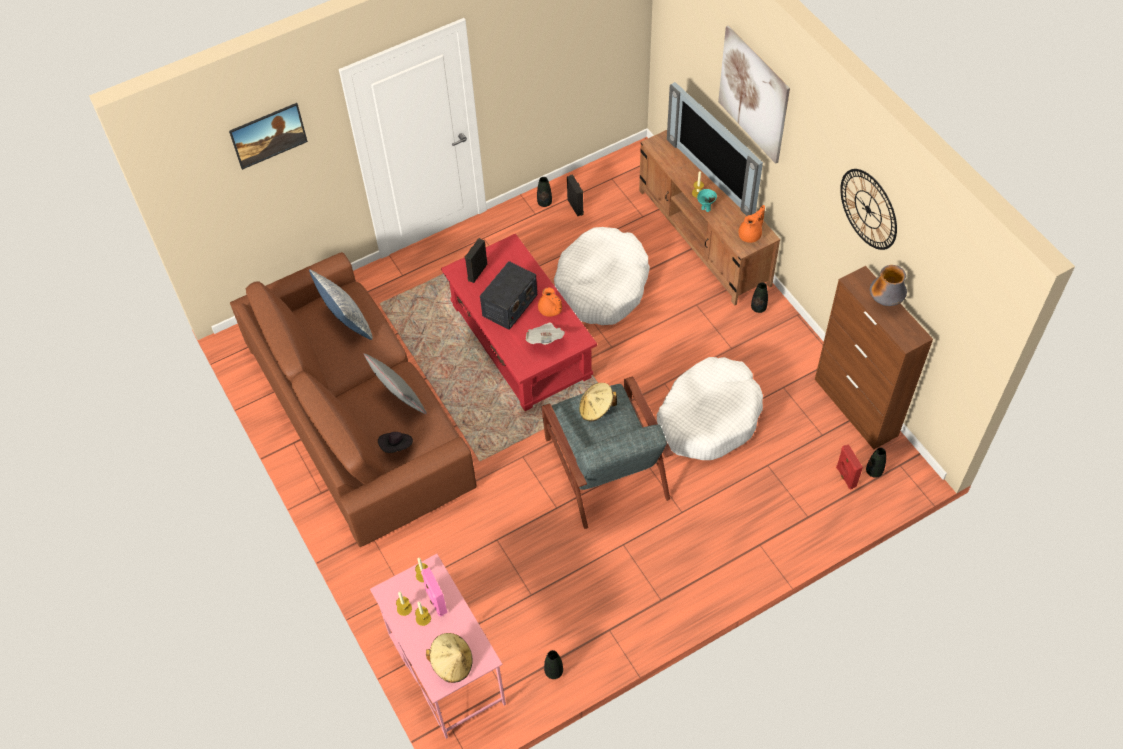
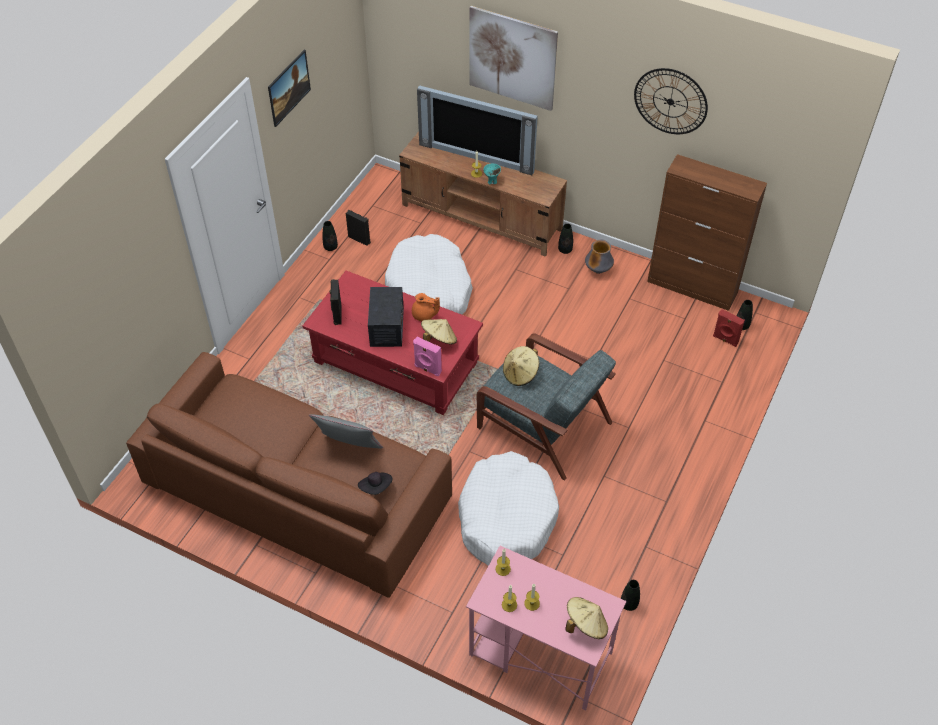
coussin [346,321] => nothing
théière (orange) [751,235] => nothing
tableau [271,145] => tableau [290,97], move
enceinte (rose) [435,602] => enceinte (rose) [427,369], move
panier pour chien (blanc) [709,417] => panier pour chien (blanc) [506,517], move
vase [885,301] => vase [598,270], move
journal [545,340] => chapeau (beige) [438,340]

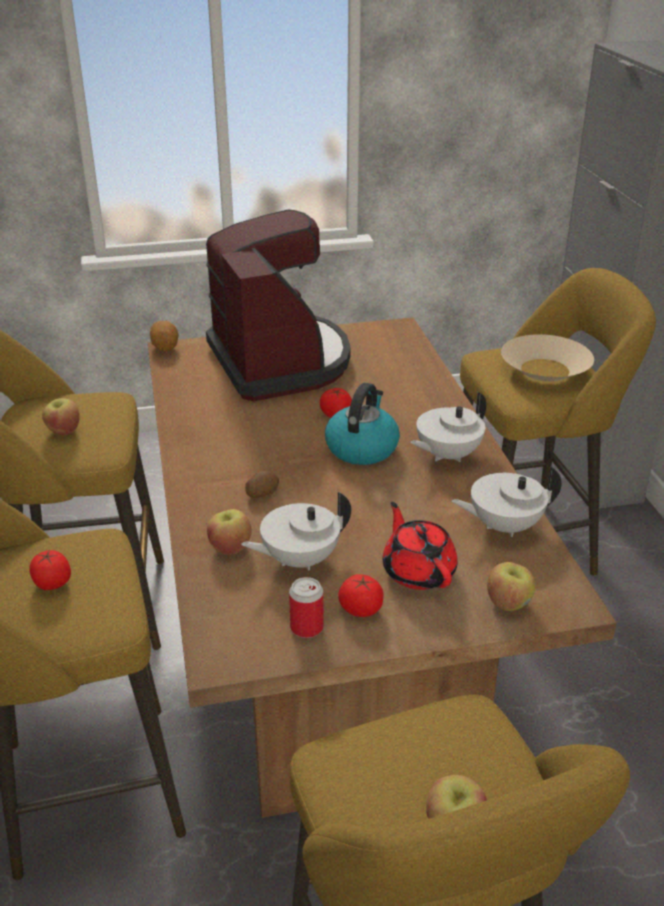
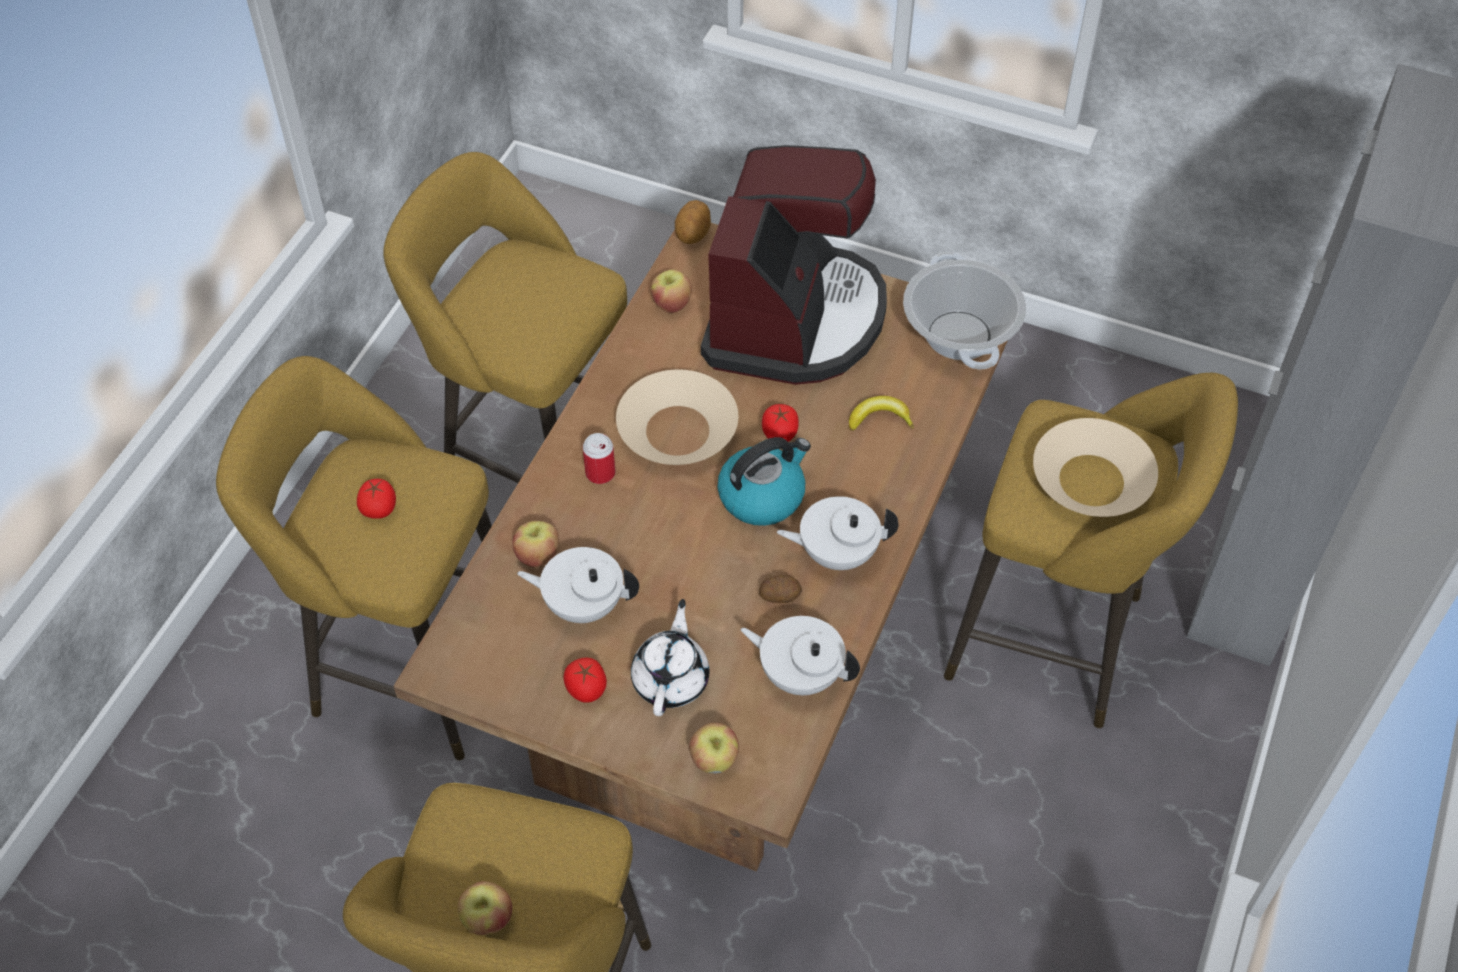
nothing => bol (beige) [677,430]
nothing => banane [879,419]
nothing => marmite [960,335]
pomme [63,431] => pomme [671,304], move
pomme de terre [262,493] => pomme de terre [780,595], move
boîte métallique [306,627] => boîte métallique [600,473], move
théière (rouge) [418,571] => théière (blanc) [671,678]

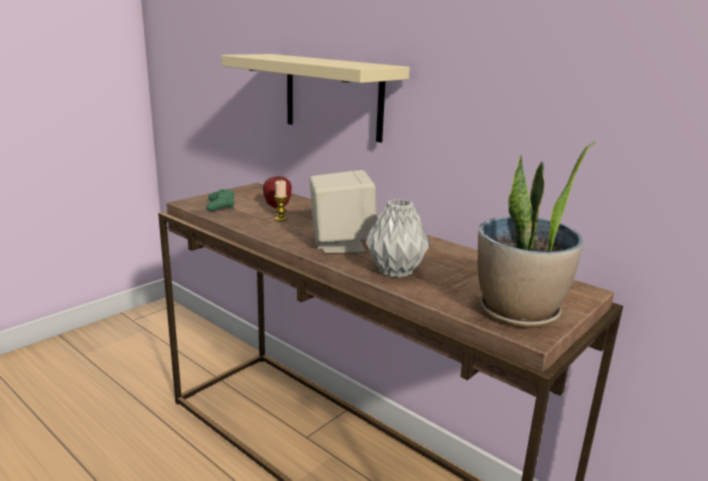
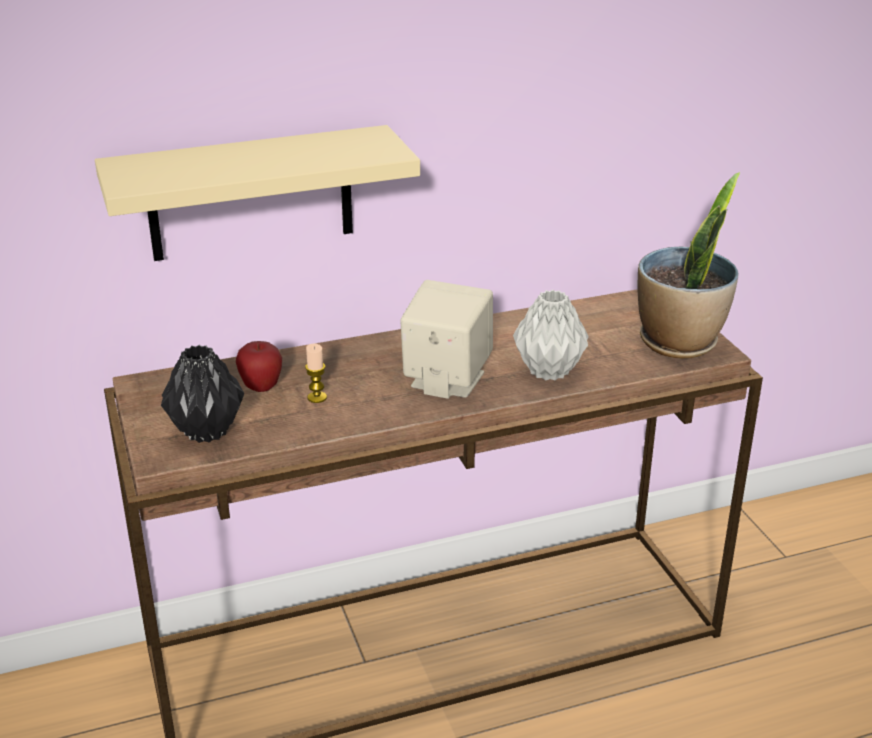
manette (vert) [221,205] => vase (noir) [208,432]

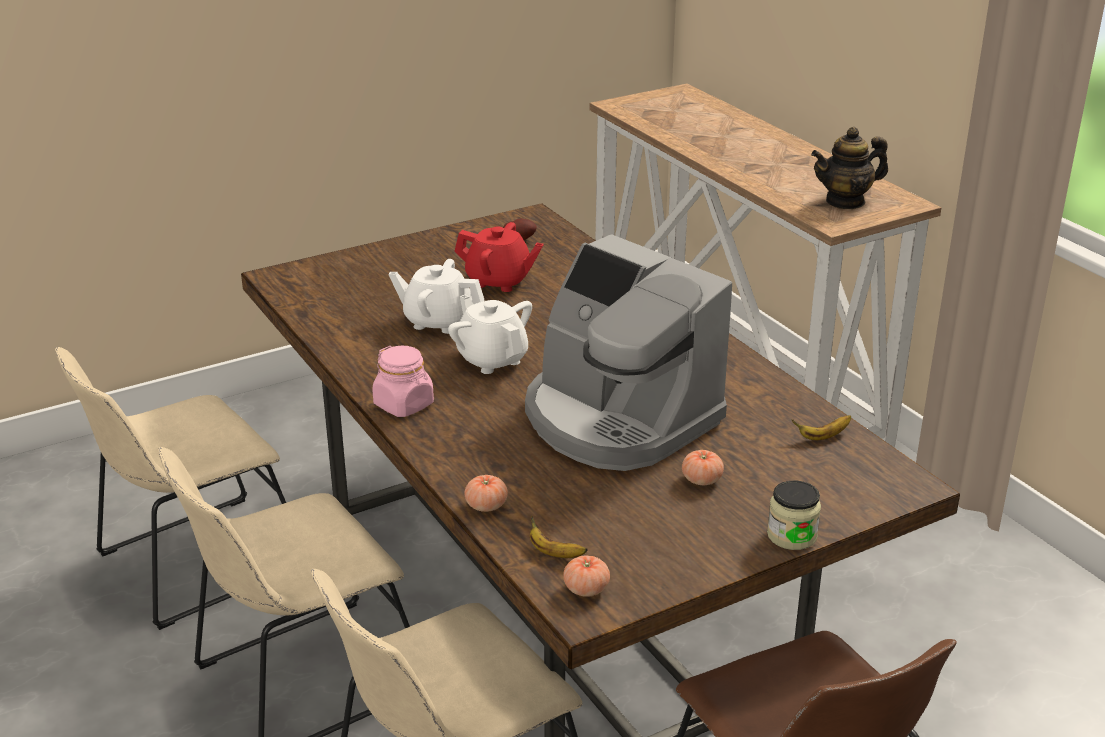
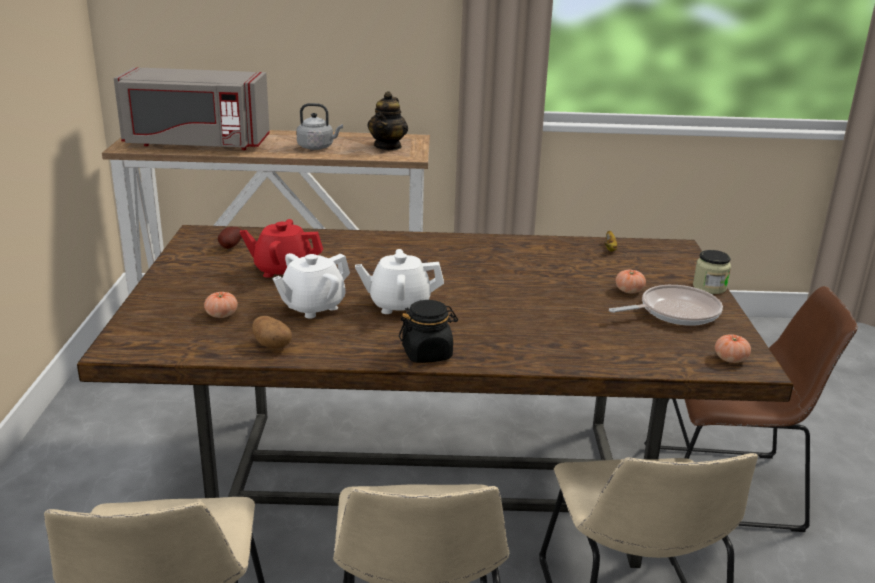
machine à café [618,419] => nothing
banane [554,553] => nothing
nothing => micro-ondes (gris) [195,144]
nothing => pomme de terre [273,345]
nothing => bouilloire (gris) [317,147]
nothing => poêle [674,312]
tomate [486,505] => tomate [221,315], move
bocal (rose) [404,405] => bocal (noir) [427,354]
théière (rouge) [499,281] => théière (rouge) [283,270], 135 degrees counterclockwise

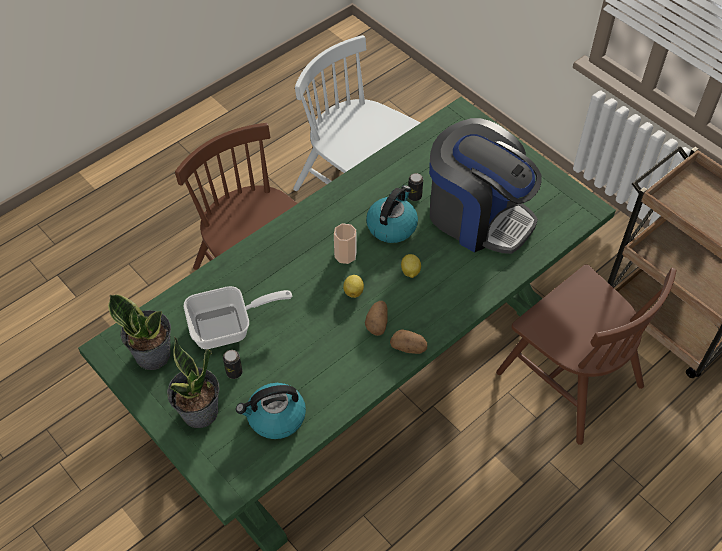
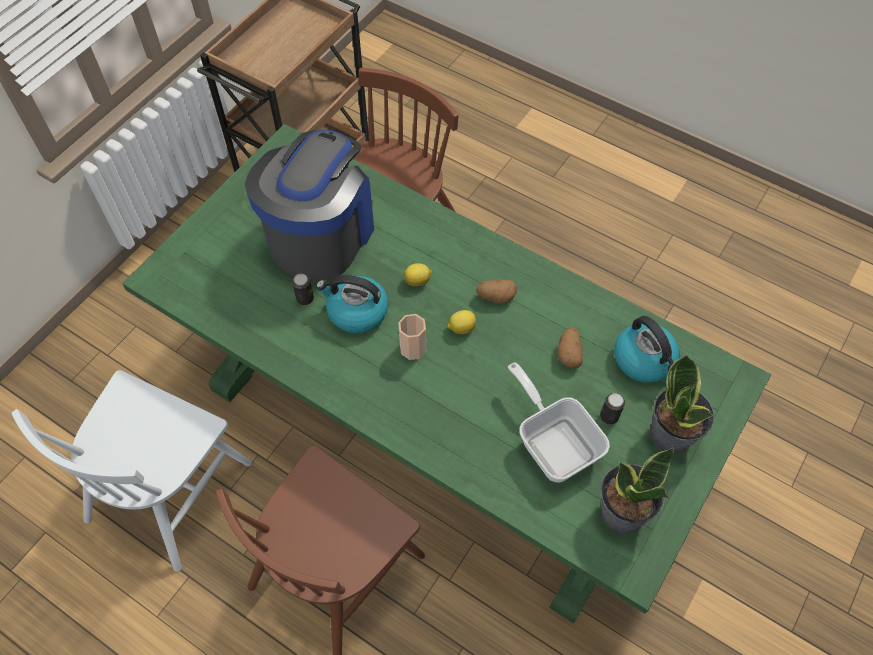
pomme de terre [409,348] => pomme de terre [569,353], move

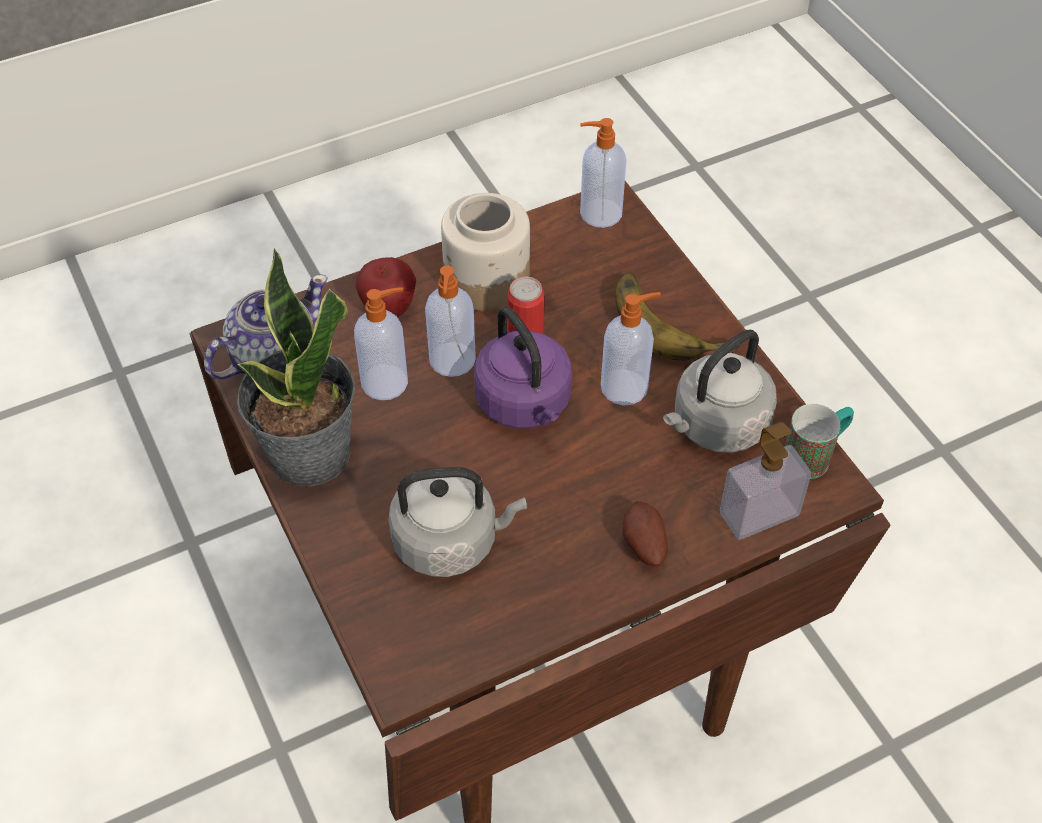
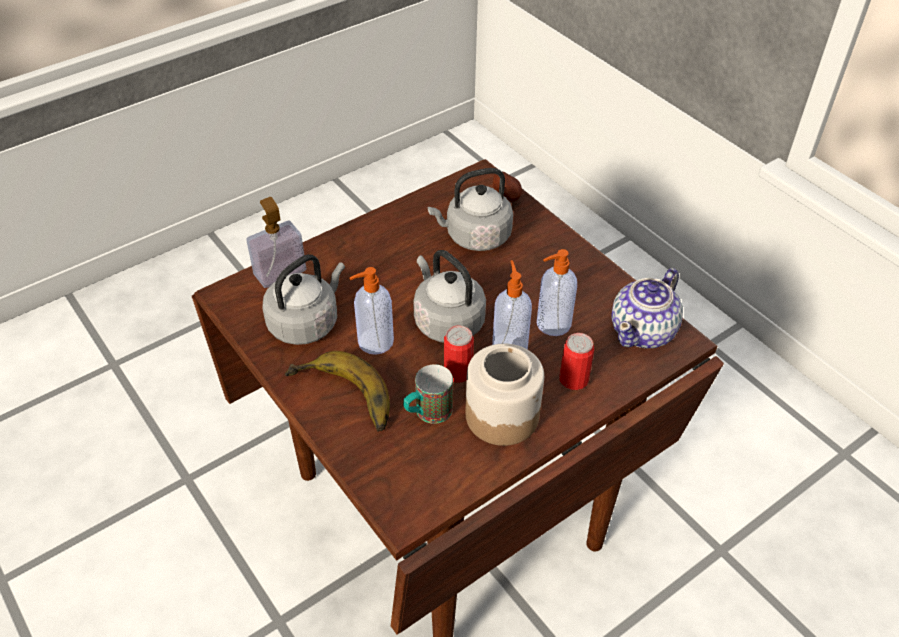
plante en pot [309,455] => nothing
distributeur de savon [599,213] => nothing
pomme de terre [643,545] => pomme de terre [507,196], move
mug [814,455] => mug [427,413], move
pomme [388,310] => boîte métallique [573,379]
bouilloire (violet) [525,404] => bouilloire (gris) [446,321]

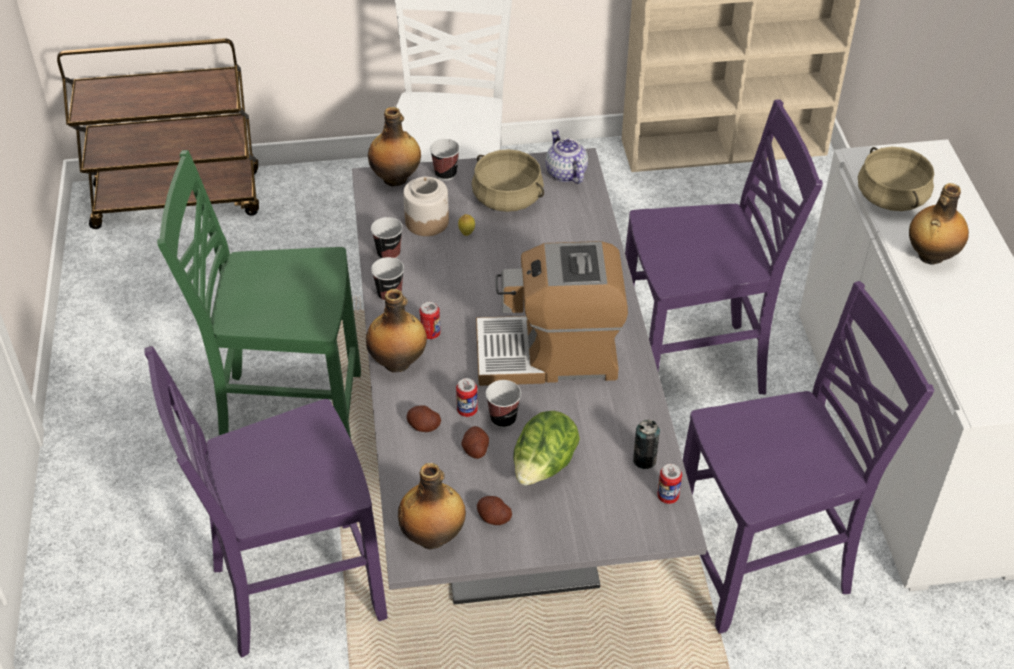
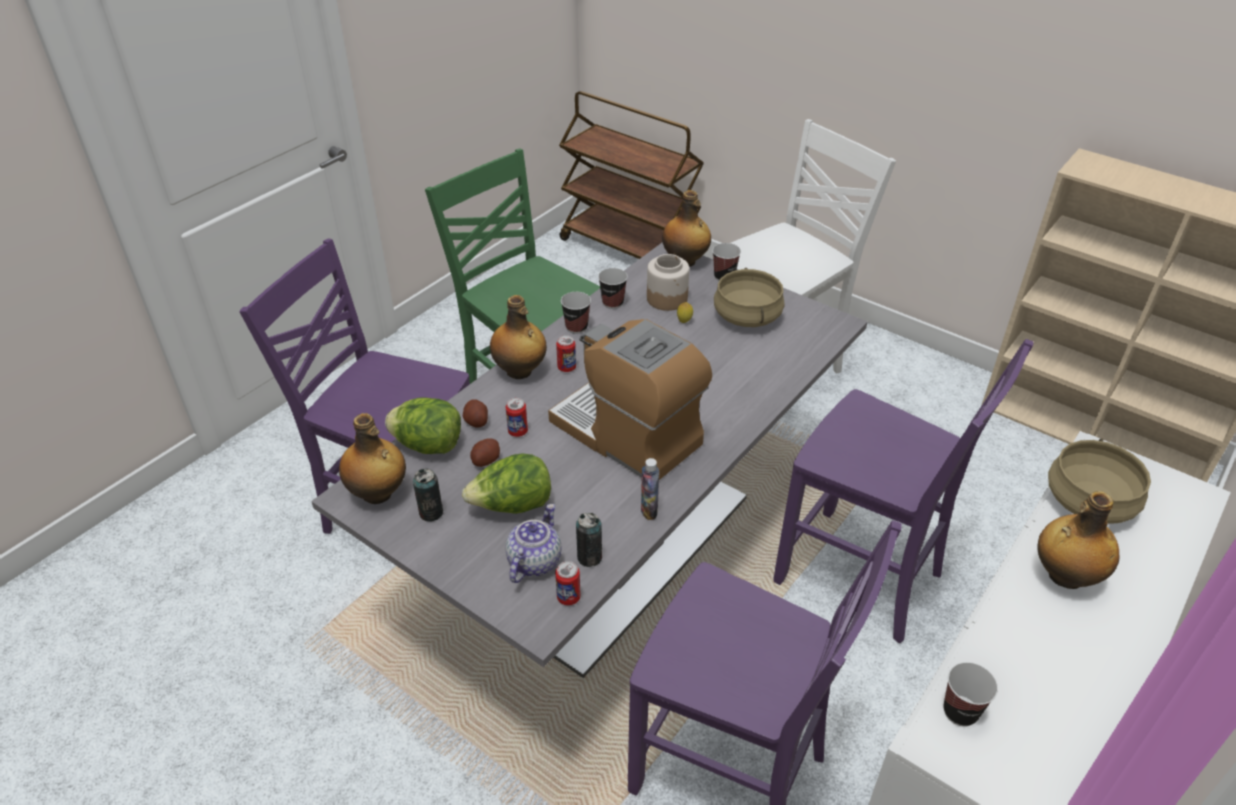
nothing => laitue [428,445]
nothing => bouteille [649,510]
tasse [503,418] => tasse [960,712], move
théière [565,173] => théière [534,561], move
pomme de terre [494,517] => boîte métallique [431,513]

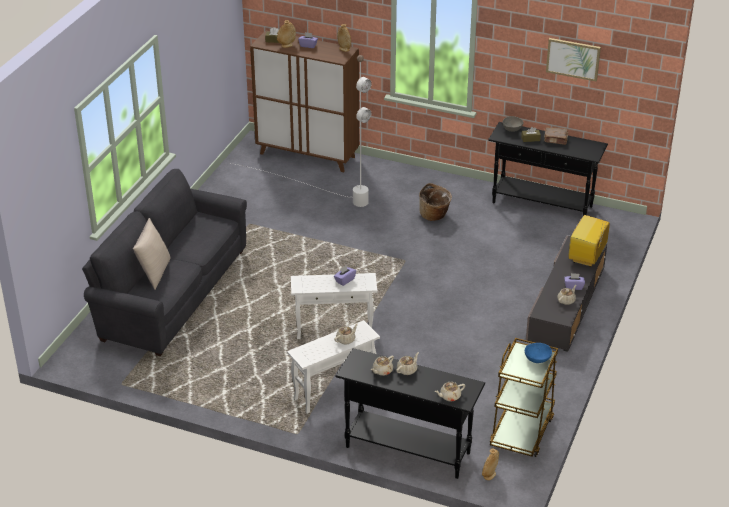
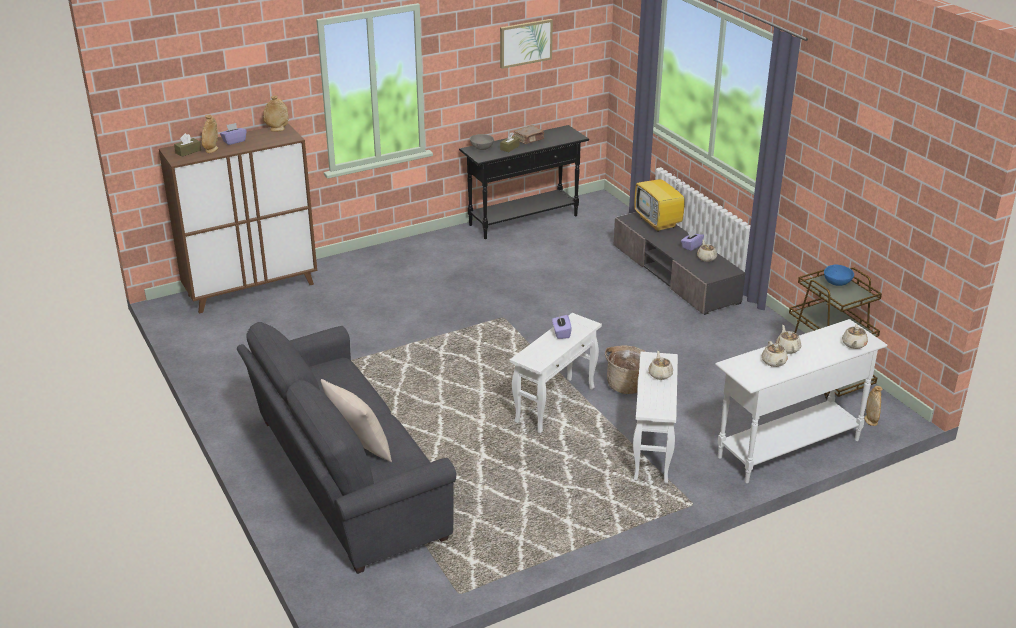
lampadaire (blanc) [323,190] => nothing
panier [434,215] => panier [628,385], move
table console (noir) [407,449] => table console (blanc) [787,448]

